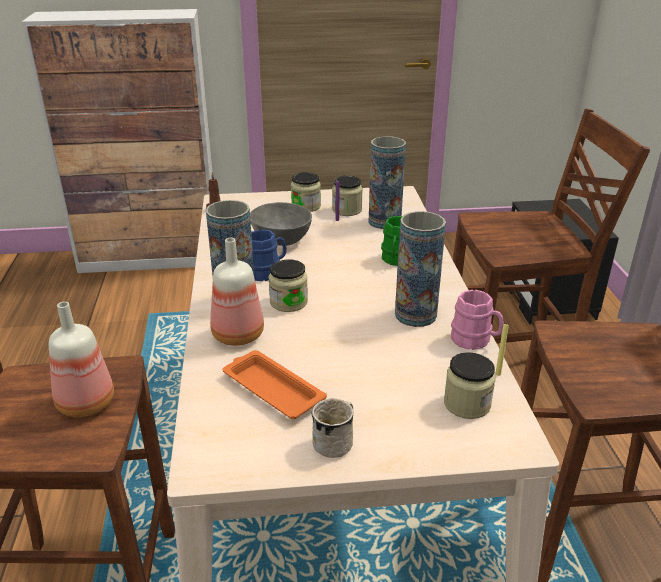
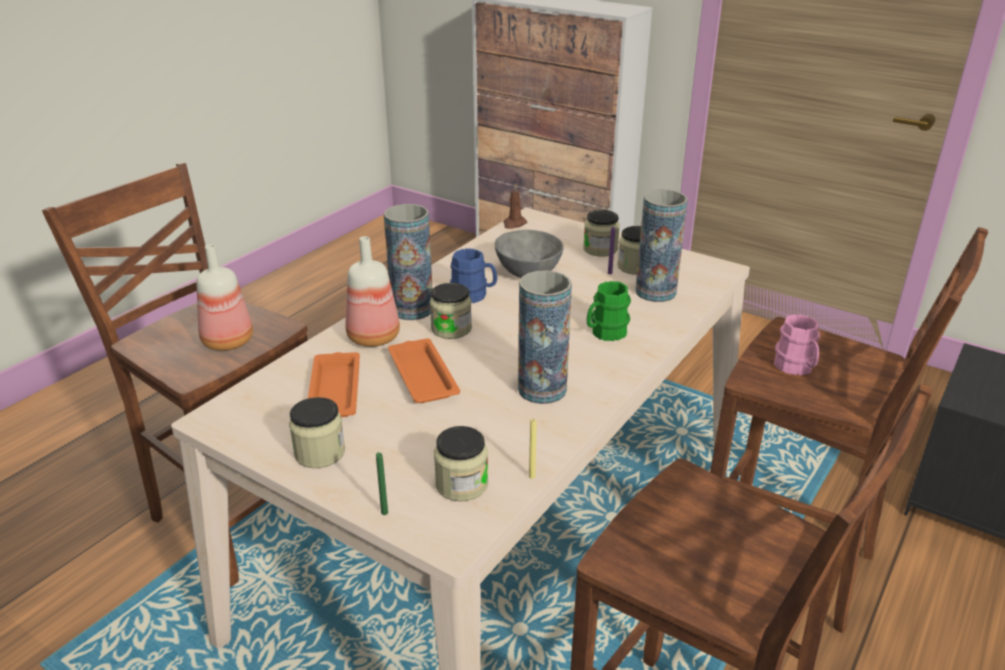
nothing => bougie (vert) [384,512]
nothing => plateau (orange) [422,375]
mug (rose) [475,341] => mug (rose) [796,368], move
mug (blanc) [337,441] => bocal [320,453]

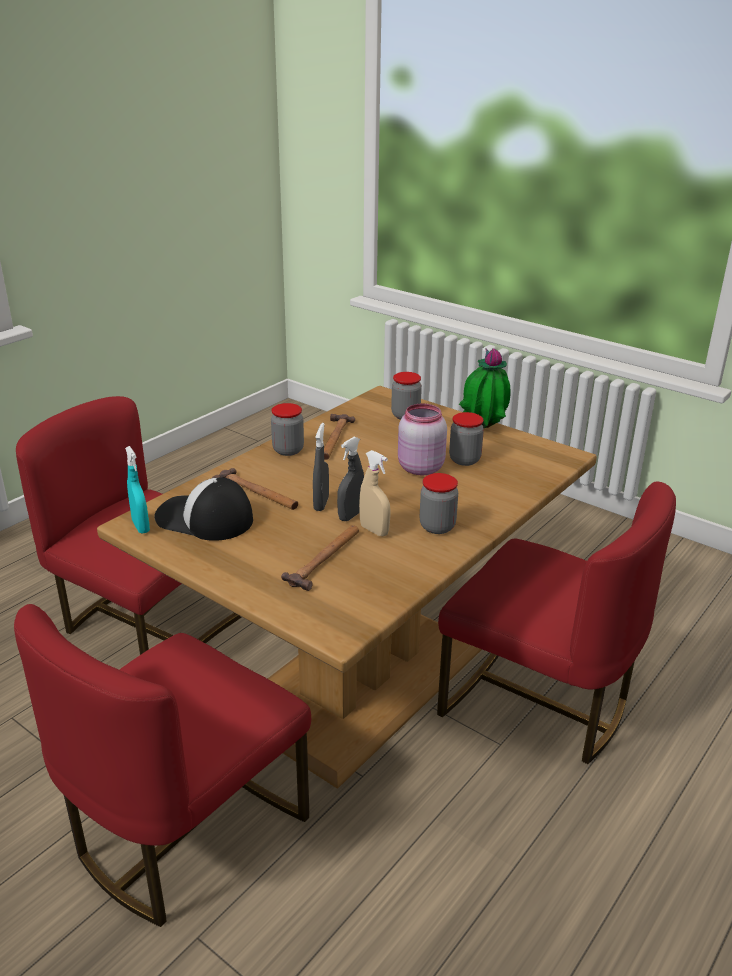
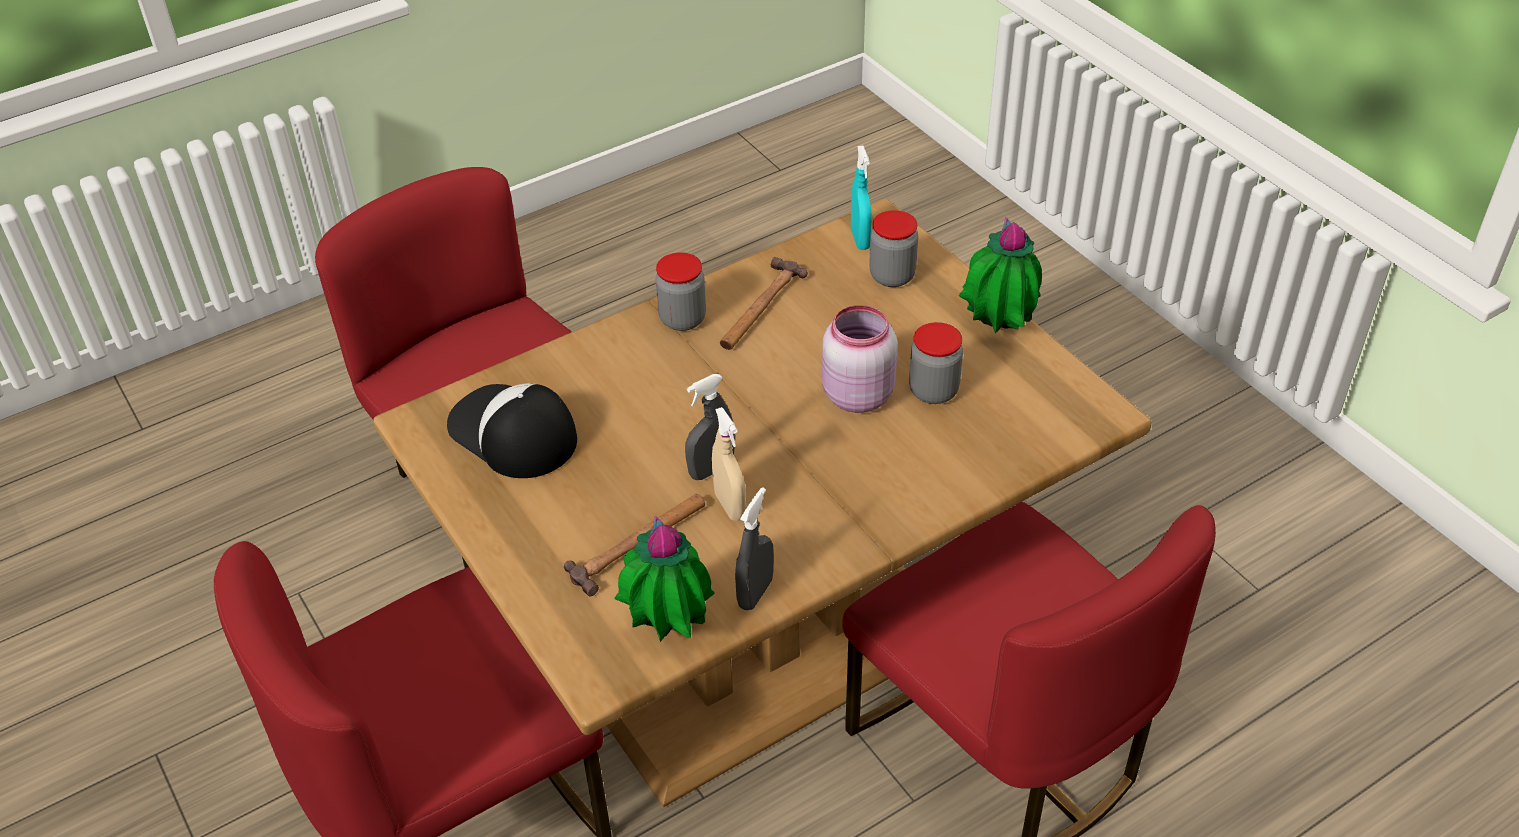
marteau [256,493] => nothing
bocal [437,526] => nothing
nothing => plante en pot [668,633]
vaporisateur (turquoise) [141,527] => vaporisateur (turquoise) [860,239], move
vaporisateur (gris) [321,504] => vaporisateur (gris) [755,593], move

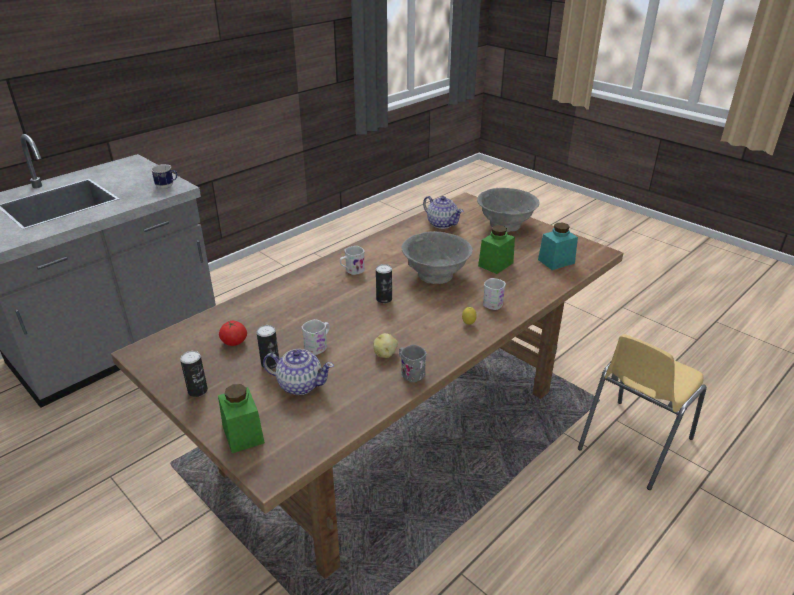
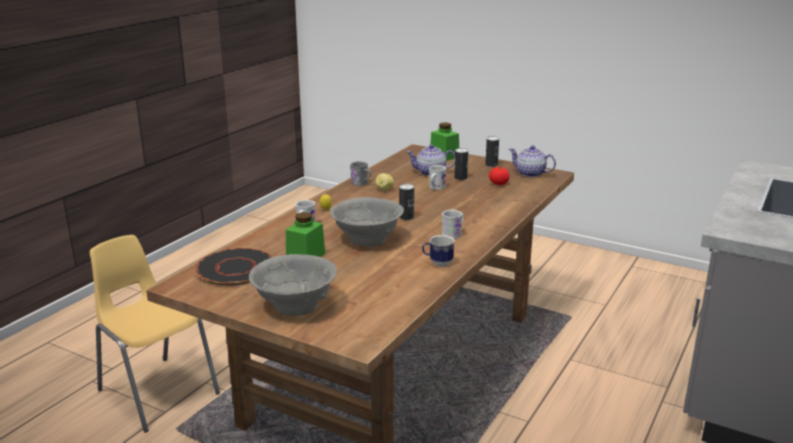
mug [167,187] => mug [437,263], move
théière [442,223] => théière [530,174], move
bocal (turquoise) [556,261] => assiette (noir) [235,268]
chaise (jaune) [633,444] => chaise (jaune) [157,392], 75 degrees counterclockwise

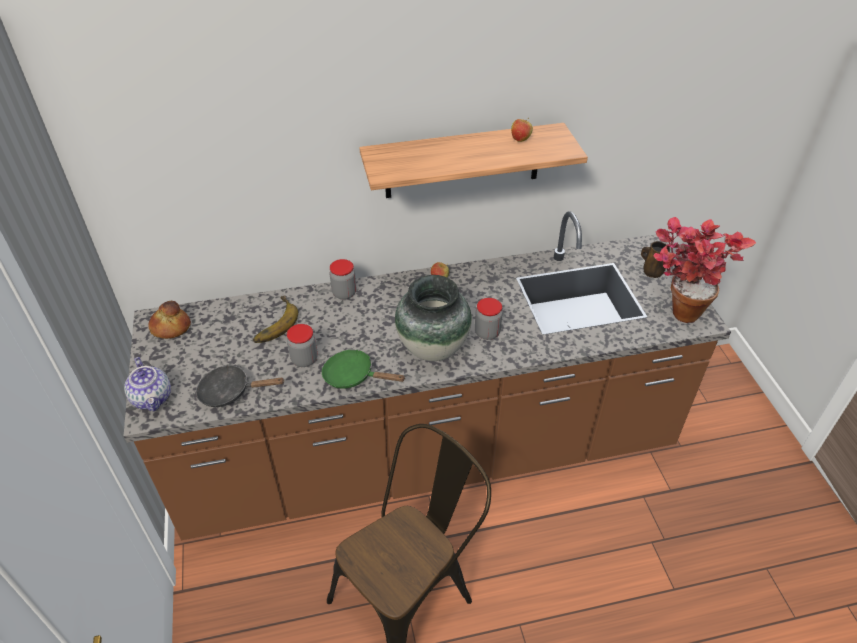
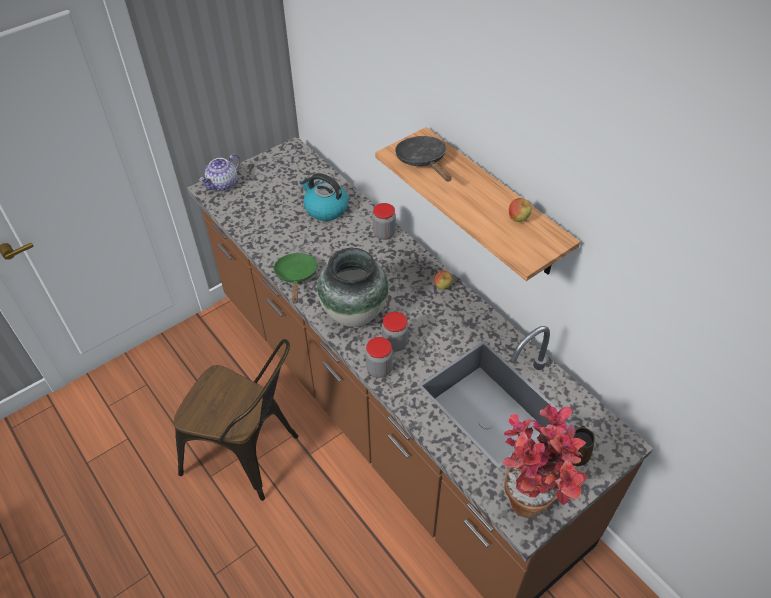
pain [170,328] => nothing
poêle (noir) [230,392] => poêle (noir) [423,161], move
bocal [304,359] => bocal [379,369], move
banane [272,323] => bouilloire [325,208]

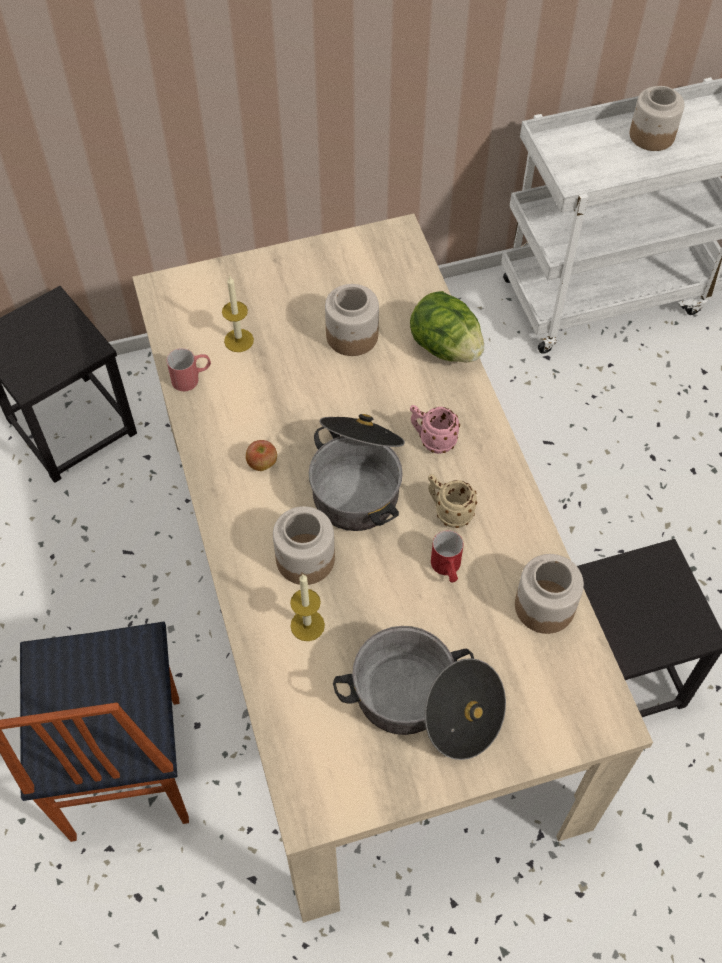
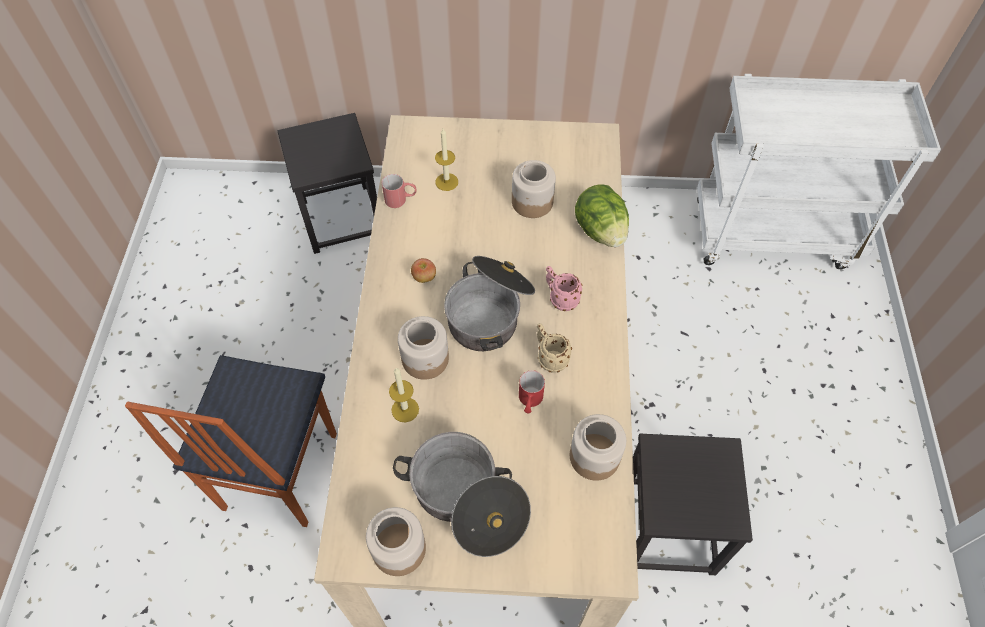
bocal [651,135] => bocal [398,548], move

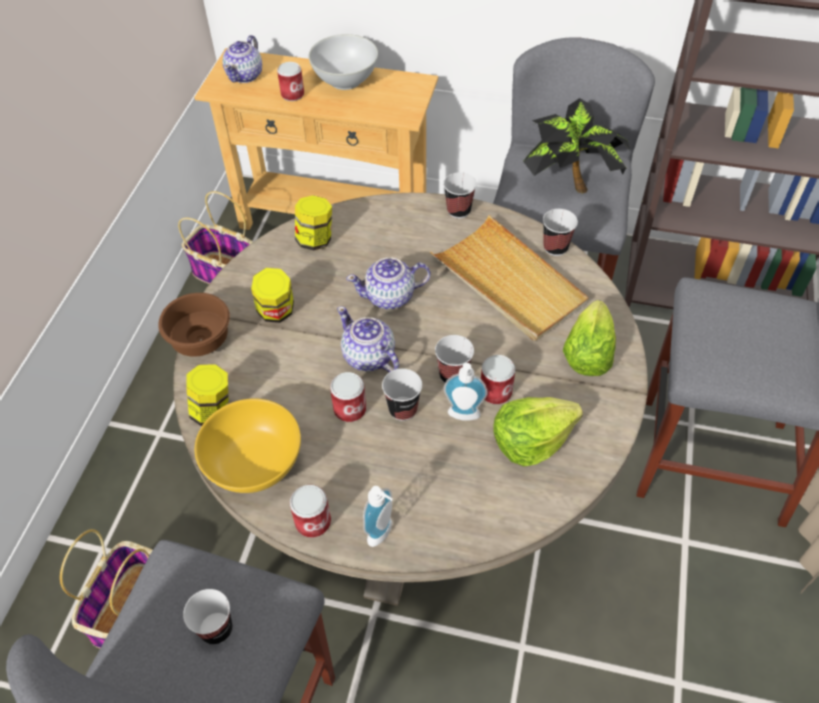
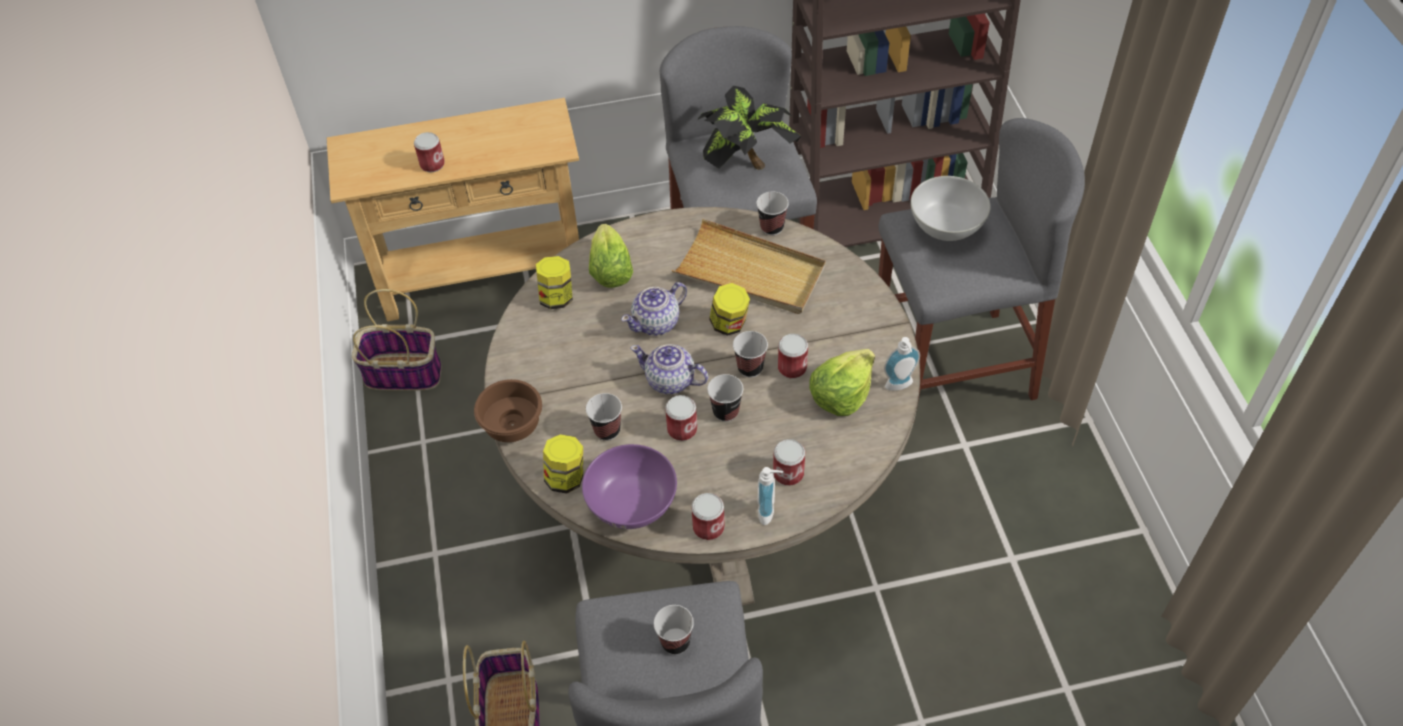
théière [245,75] => nothing
nothing => boîte métallique [788,473]
bocal [276,312] => bocal [729,324], move
bol (blanc) [345,80] => bol (blanc) [945,228], move
tasse [458,210] => tasse [607,430], move
distributeur de savon [463,417] => distributeur de savon [900,387], move
laitue [587,355] => laitue [610,271], move
bol (jaune) [255,465] => bol (violet) [632,505]

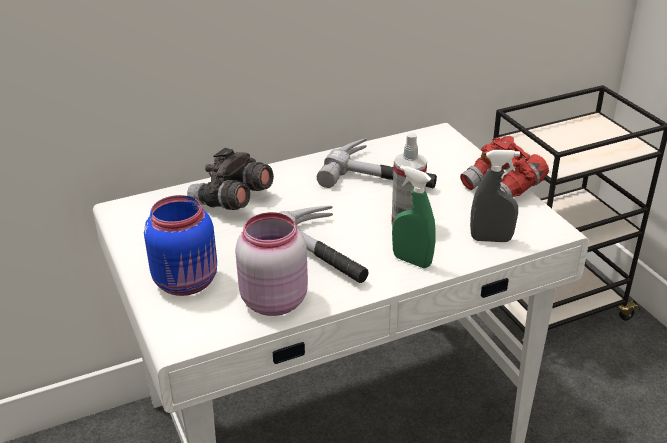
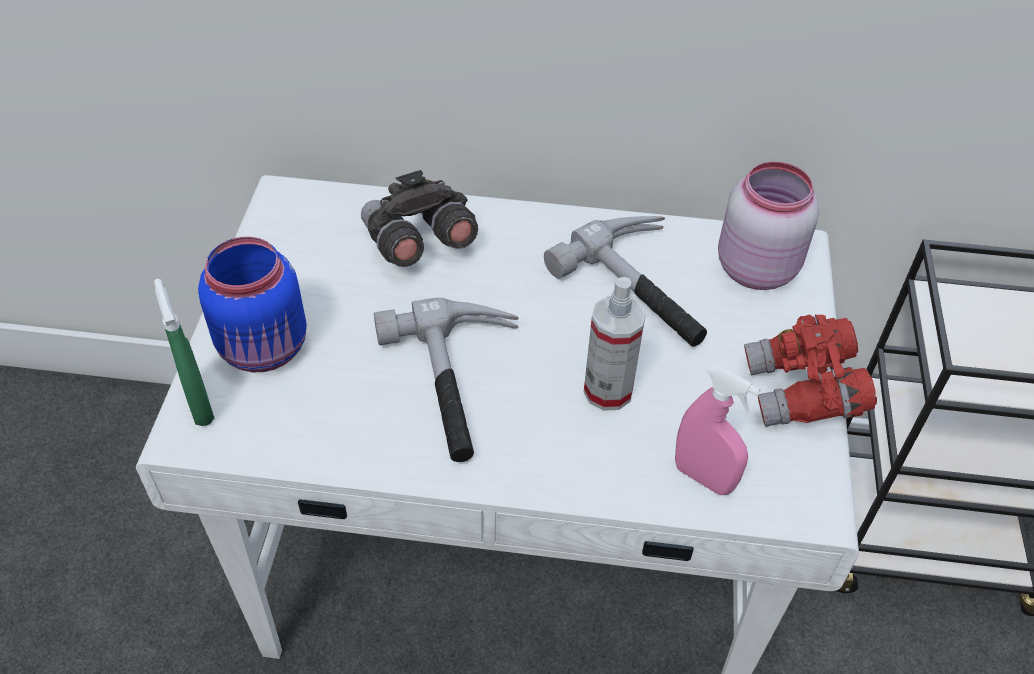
bocal (rose) [272,300] => bocal (rose) [754,267], move
vaporisateur (vert) [412,261] => vaporisateur (vert) [200,405], move
vaporisateur (gris) [491,239] => vaporisateur (rose) [703,477]

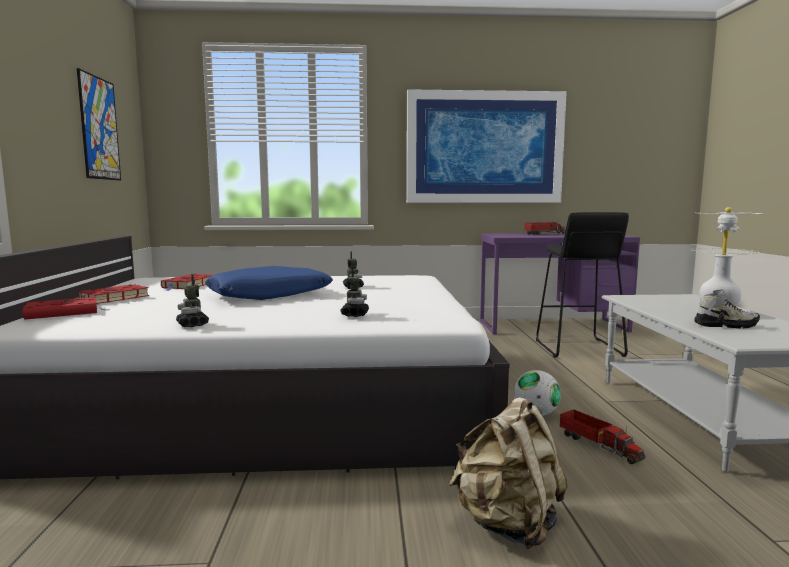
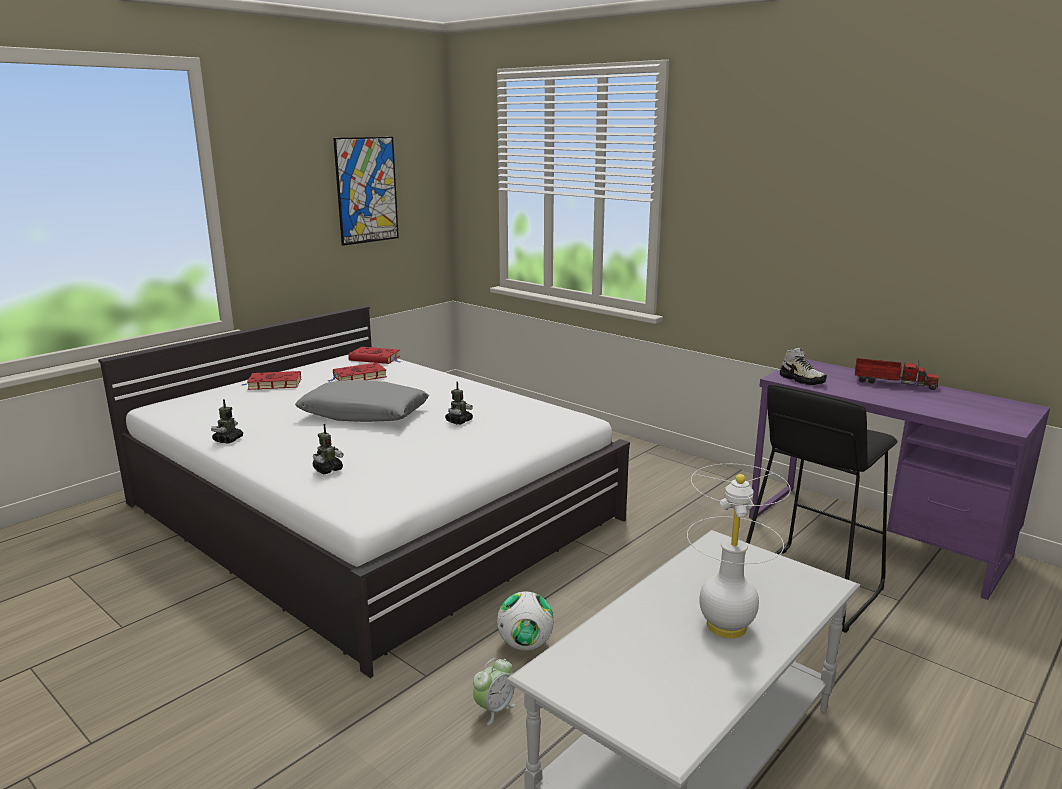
tableau [484,147] => nothing
sac à dos (beige) [507,524] => nothing
livre (rouge) [65,313] => livre (rouge) [376,359], move
chaussure [725,325] => chaussure [802,380], move
camion jouet [598,445] => réveil [494,709]
coussin (bleu) [269,295] => coussin (gris) [364,414]

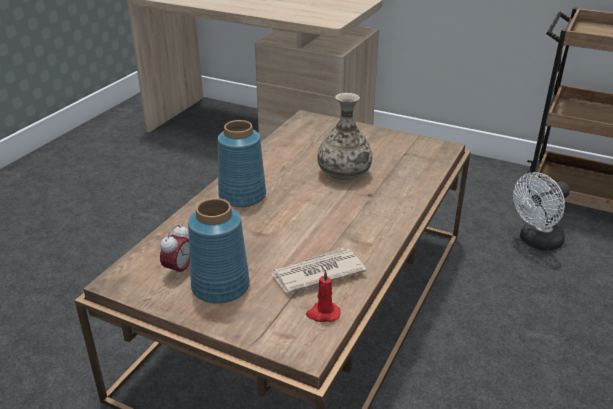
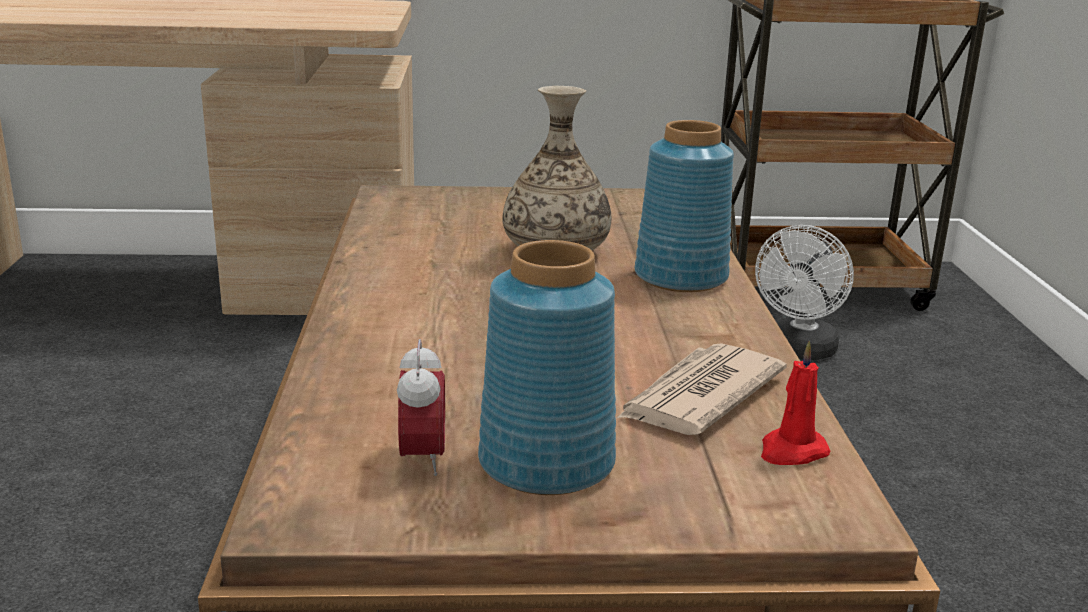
vase (bleu) [242,196] => vase (bleu) [682,278], move

